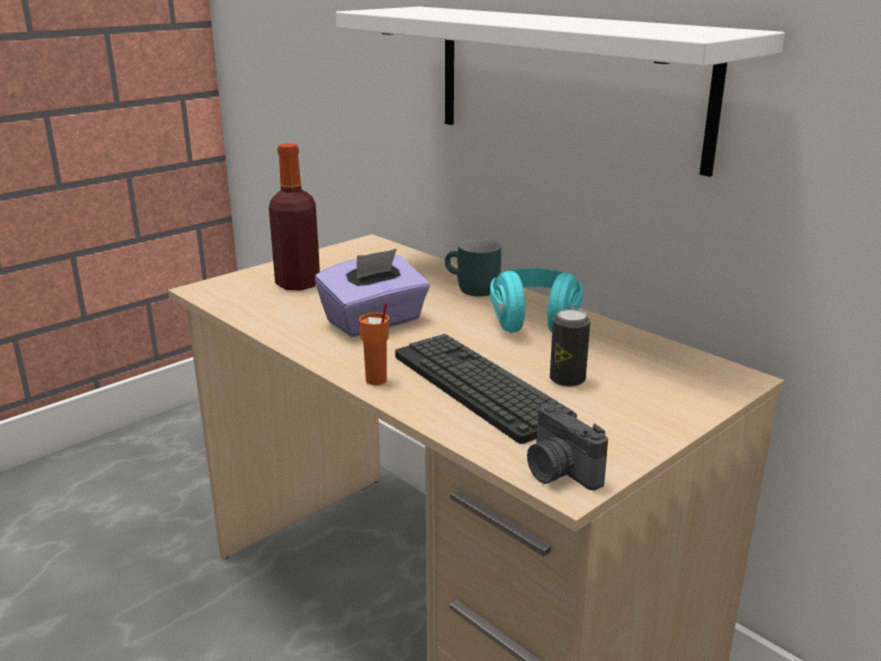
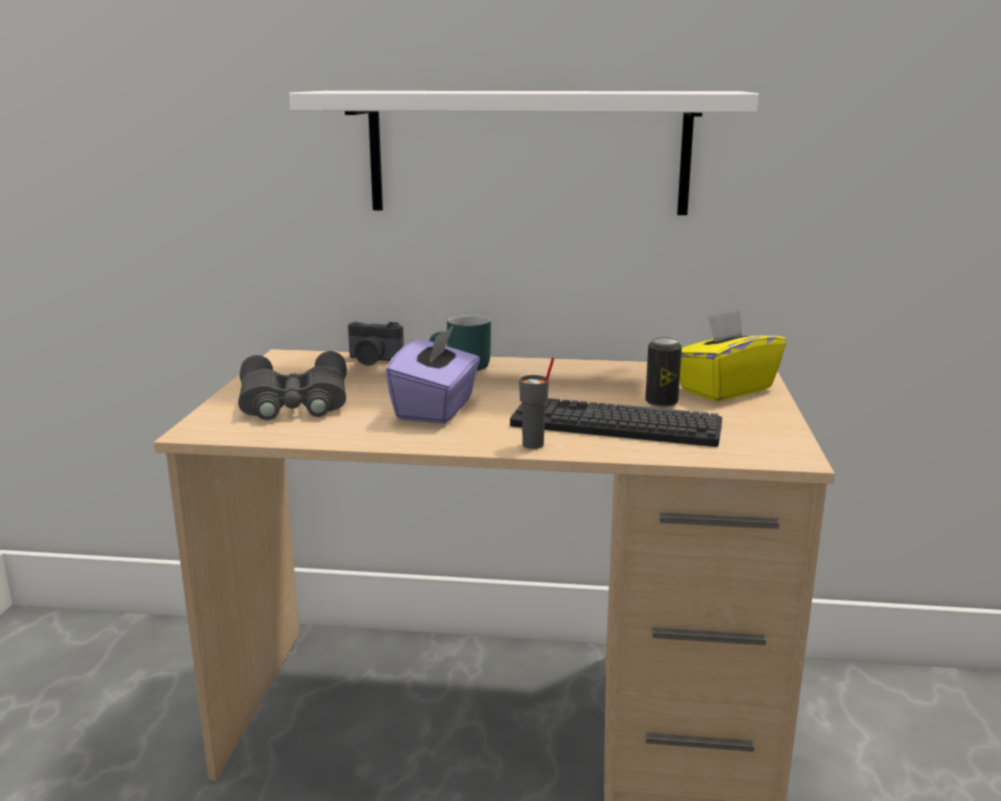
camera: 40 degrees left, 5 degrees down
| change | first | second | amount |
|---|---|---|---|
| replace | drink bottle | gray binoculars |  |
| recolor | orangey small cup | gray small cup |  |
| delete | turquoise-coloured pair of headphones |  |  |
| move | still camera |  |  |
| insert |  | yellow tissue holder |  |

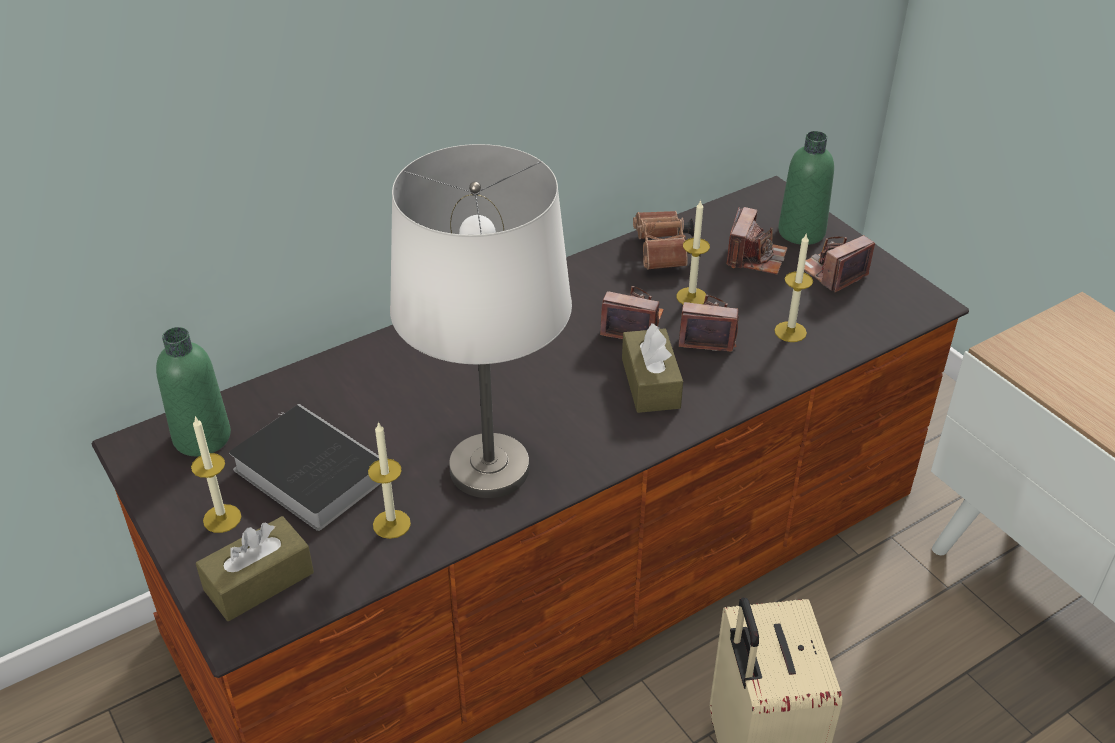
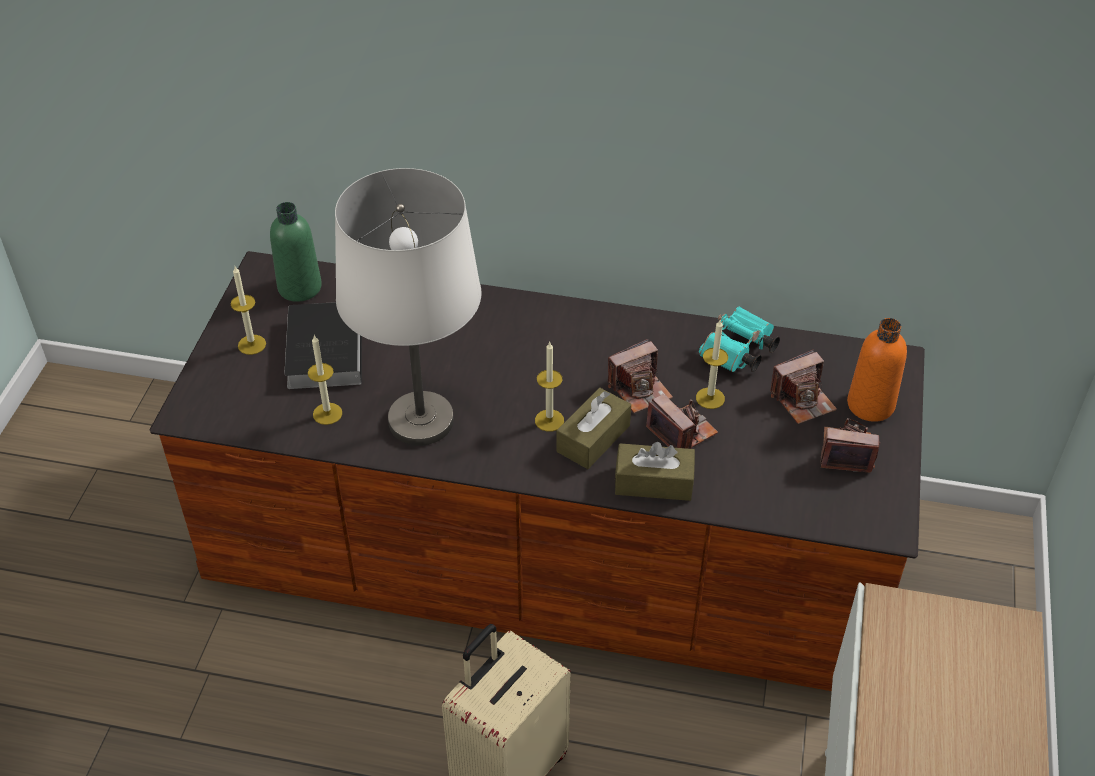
camera: 45 degrees right, 5 degrees up
| change | first | second | amount |
|---|---|---|---|
| move | brown-coloured tissue holder (1st from left in the first image) | brown-coloured tissue holder (2nd from left) |  |
| rotate | still camera (1st from left) |  | 90 degrees clockwise |
| recolor | brown-coloured binoculars | turquoise-coloured binoculars |  |
| move | wax light (4th from left in the first image) | wax light (3rd from left) |  |
| recolor | green drink bottle (2nd from left) | orangey drink bottle |  |

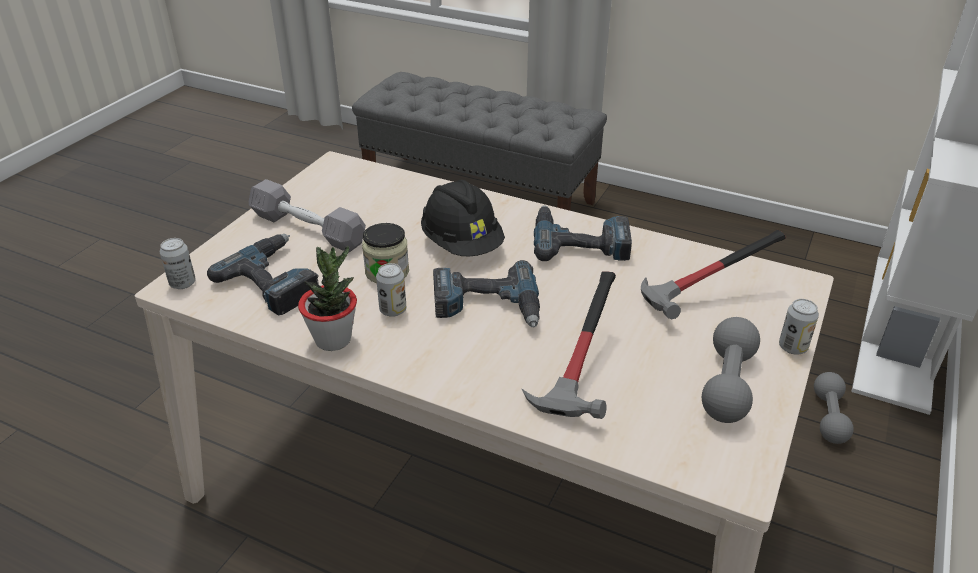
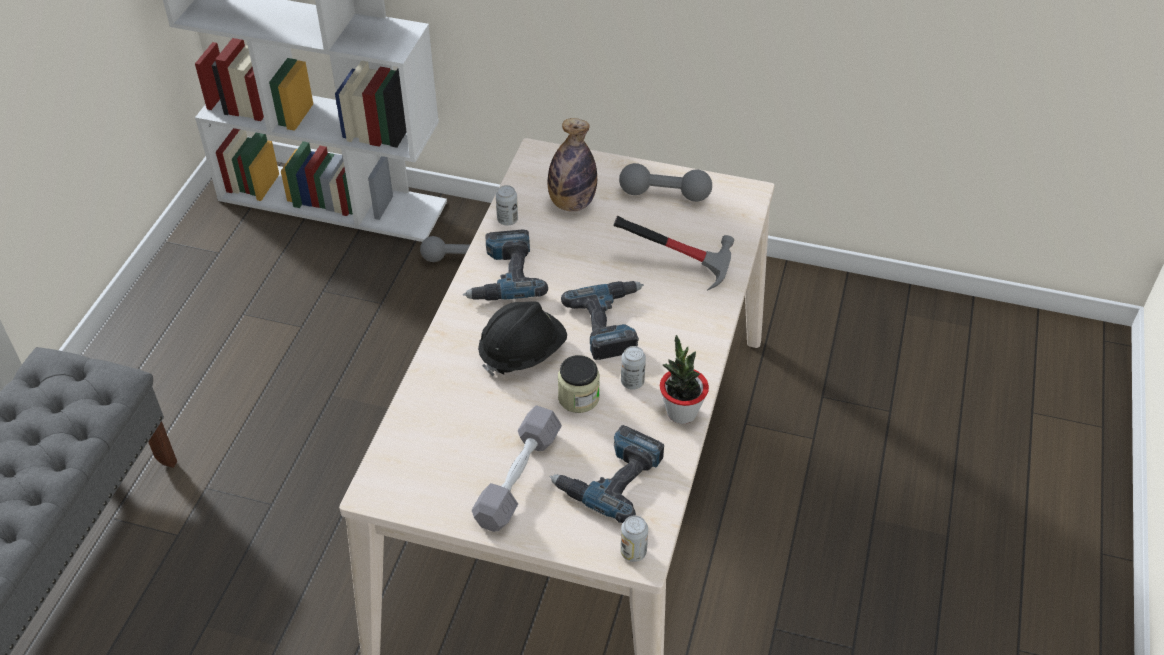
camera: 100 degrees left, 10 degrees up
| change | first | second | amount |
|---|---|---|---|
| replace | tool hammer (2nd from left) | drink bottle |  |
| move | metal can (3rd from left in the first image) | metal can (1st from left) |  |

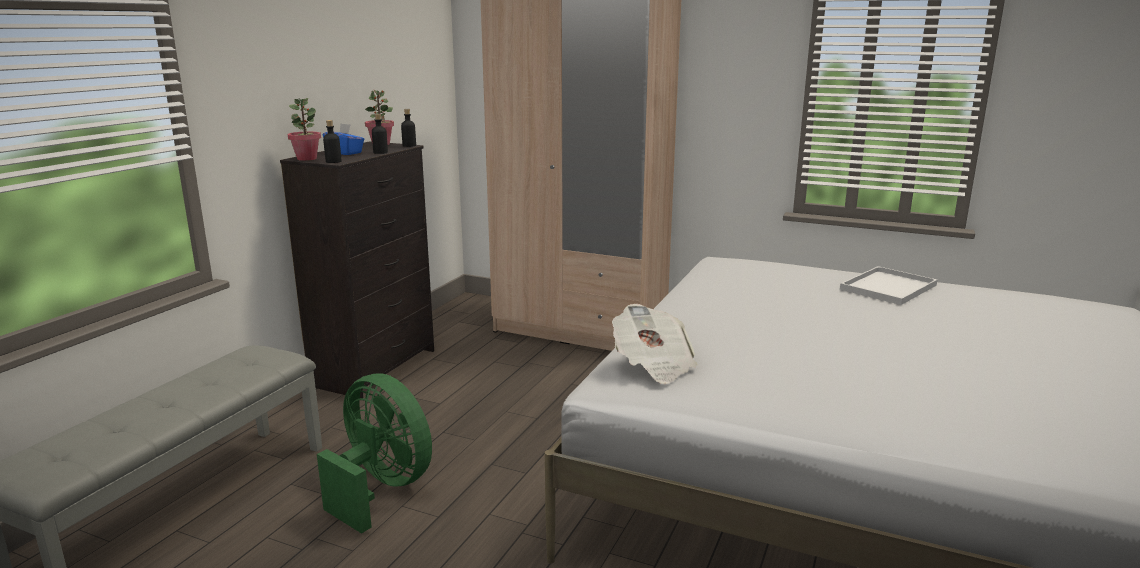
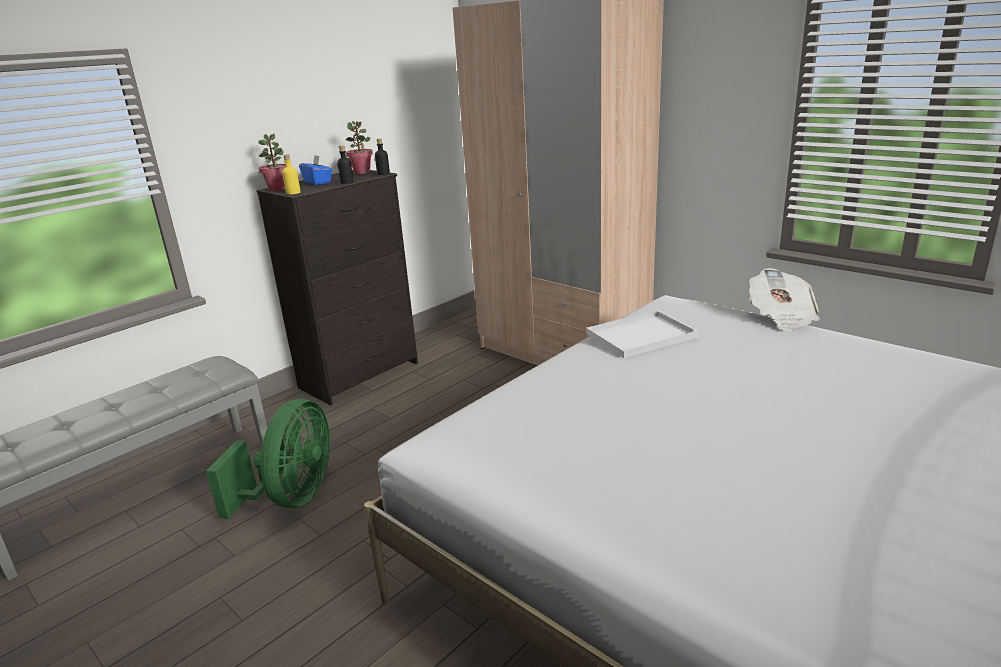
camera: 20 degrees right, 5 degrees up
| change | first | second | amount |
|---|---|---|---|
| rotate | green cooling fan |  | 45 degrees clockwise |
| recolor | black drink bottle (1st from left) | yellow drink bottle |  |
| move | printed paper |  |  |
| move | whitish carrying tray |  |  |

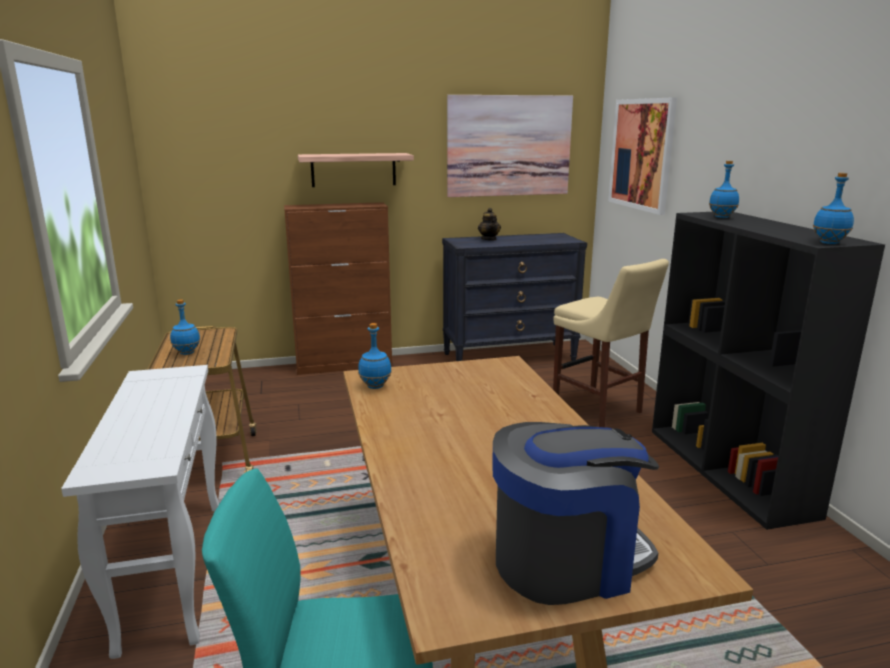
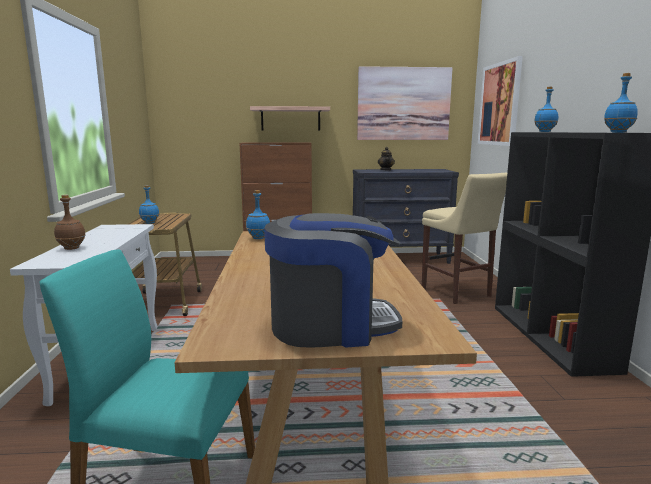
camera: 10 degrees right, 5 degrees down
| change | first | second | amount |
|---|---|---|---|
| insert |  | brown-coloured drink bottle |  |

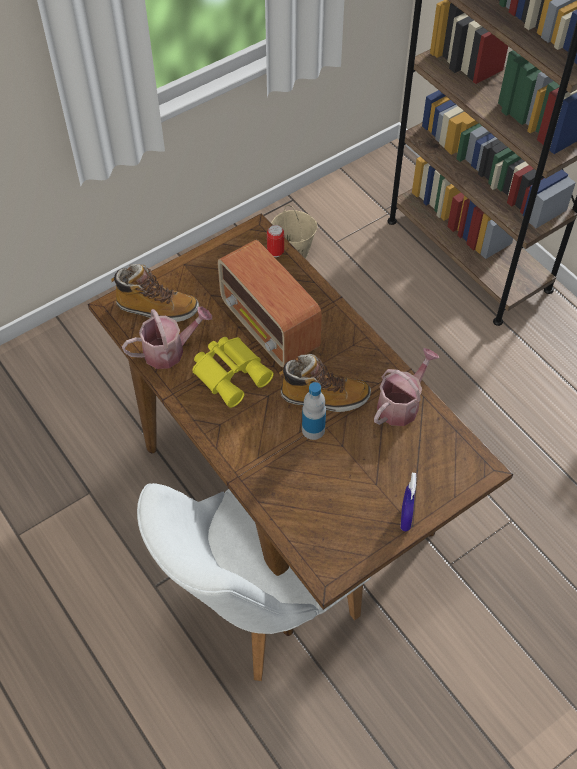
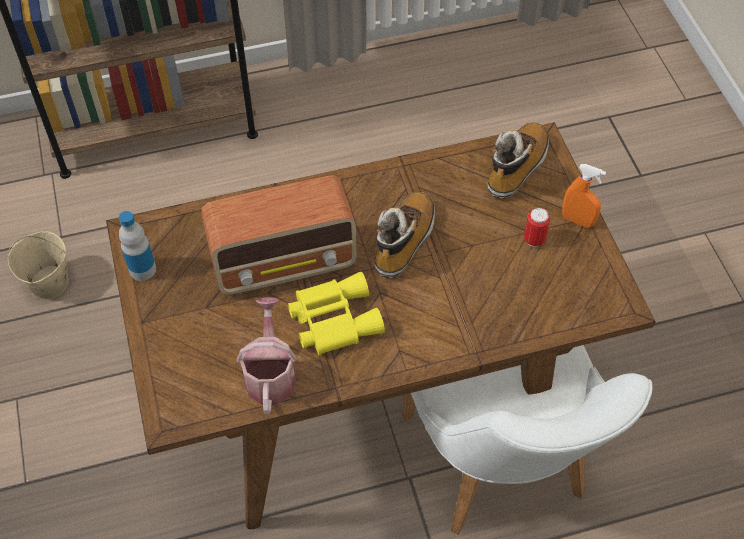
camera: 70 degrees left, 0 degrees up
| change | first | second | amount |
|---|---|---|---|
| move | high-top boot (1st from left in the first image) | high-top boot (2nd from left) |  |
| move | metal can |  |  |
| move | drink bottle |  |  |
| delete | sprinkling can (2nd from left) |  |  |
| recolor | bluish hand sprayer | orangey hand sprayer |  |

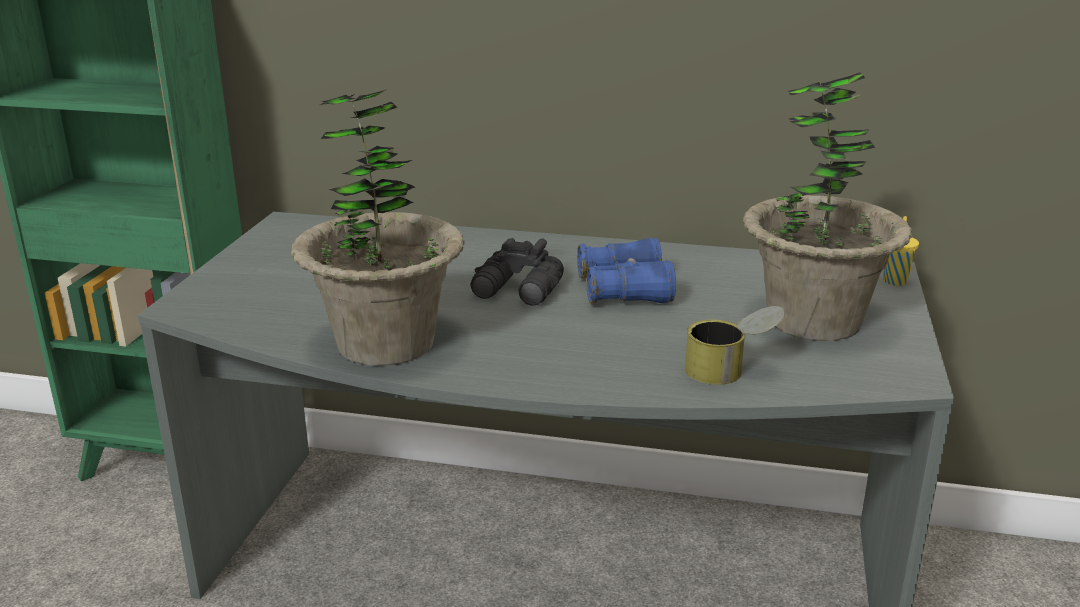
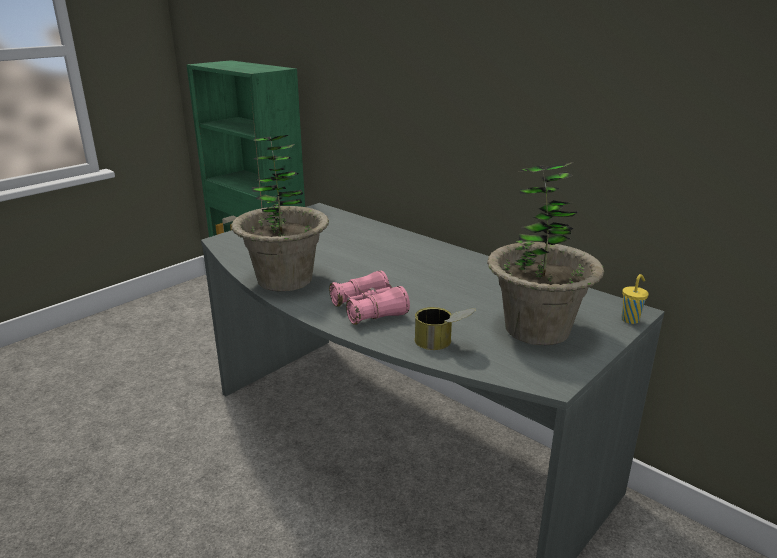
camera: 30 degrees right, 0 degrees up
| change | first | second | amount |
|---|---|---|---|
| delete | black binoculars |  |  |
| delete | bluish binoculars |  |  |
| insert |  | pink-coloured binoculars |  |

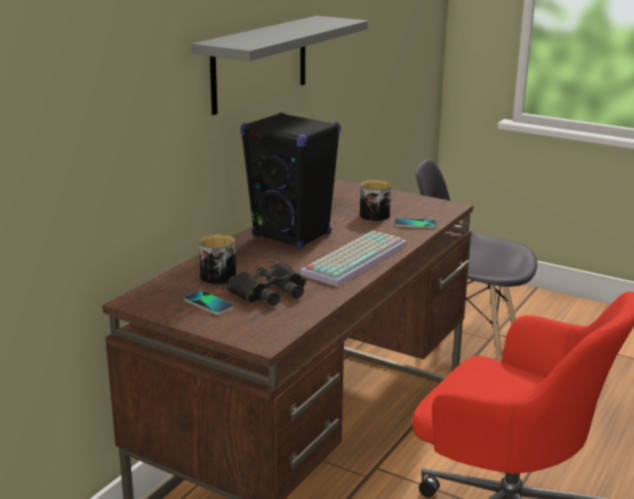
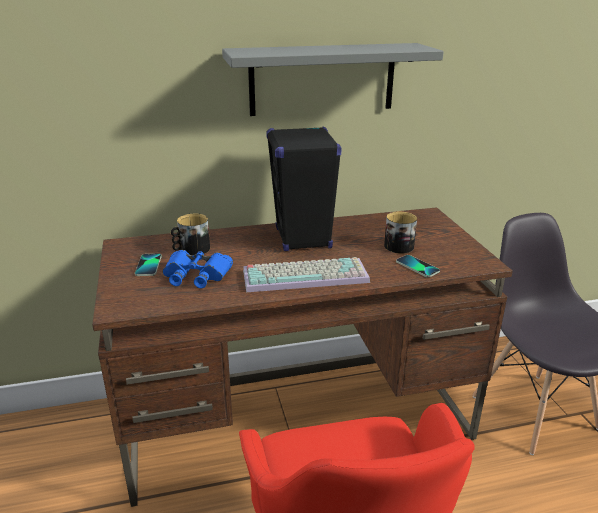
camera: 45 degrees right, 5 degrees up
| change | first | second | amount |
|---|---|---|---|
| recolor | black binoculars | bluish binoculars |  |

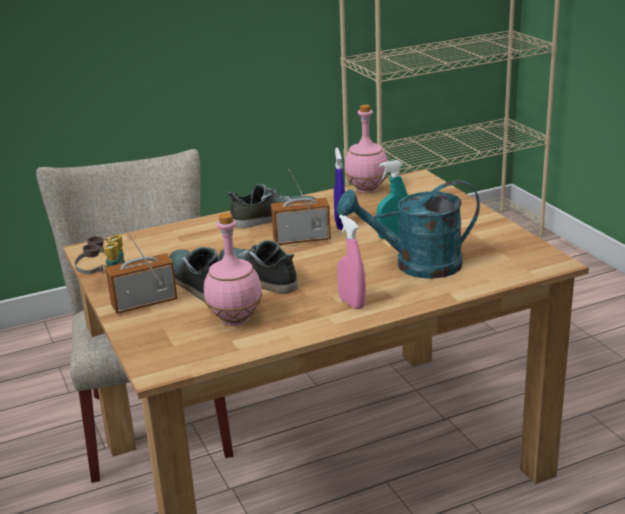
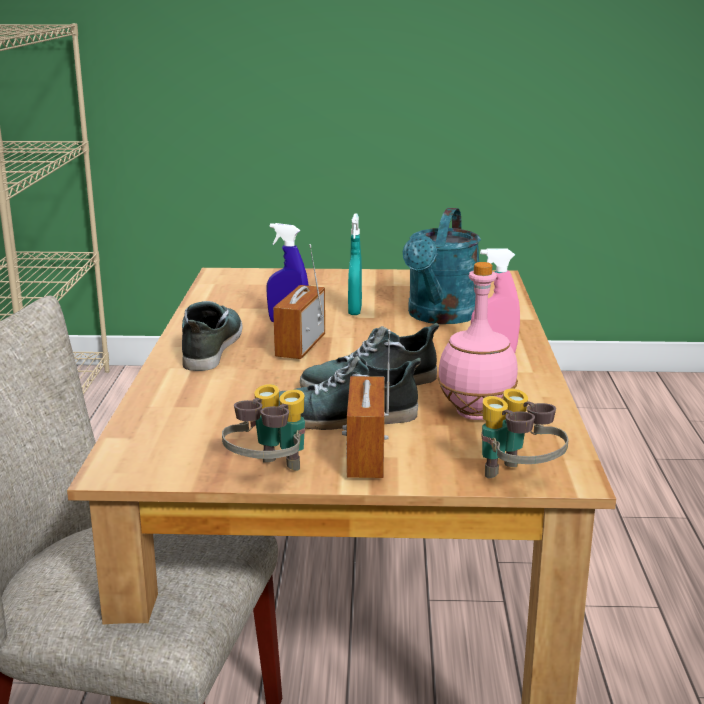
camera: 65 degrees left, 5 degrees down
| change | first | second | amount |
|---|---|---|---|
| delete | pink-coloured drink bottle (2nd from left) |  |  |
| insert |  | binoculars (2nd from left) |  |

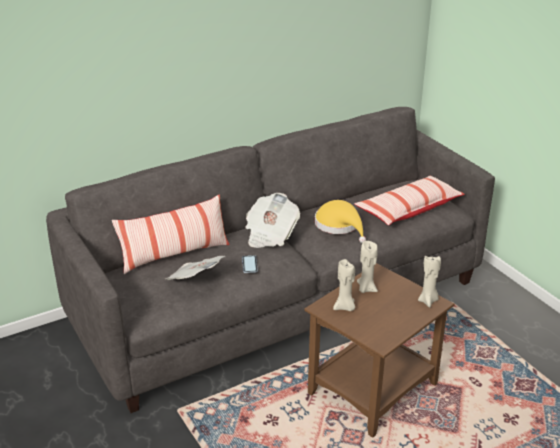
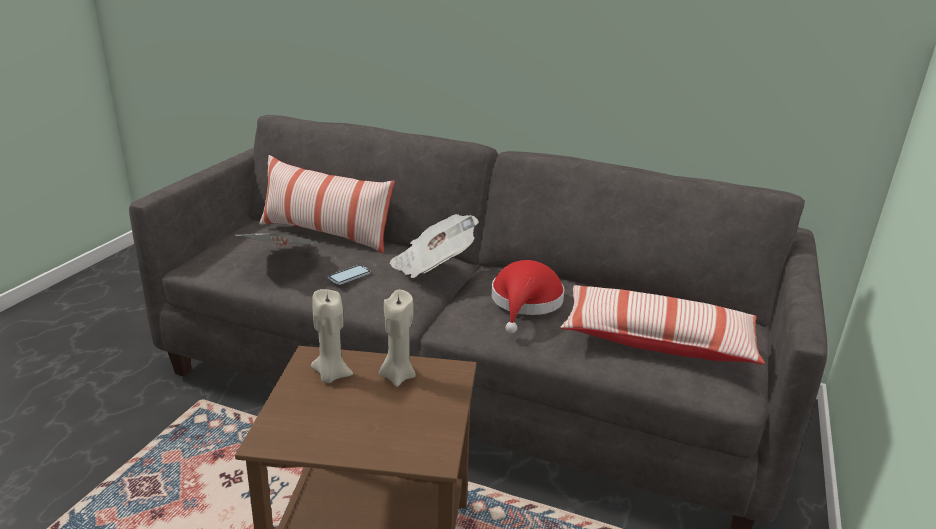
camera: 50 degrees right, 5 degrees down
| change | first | second | amount |
|---|---|---|---|
| recolor | yellow hat | red-coloured hat |  |
| delete | sand-coloured wax light (3rd from left) |  |  |

